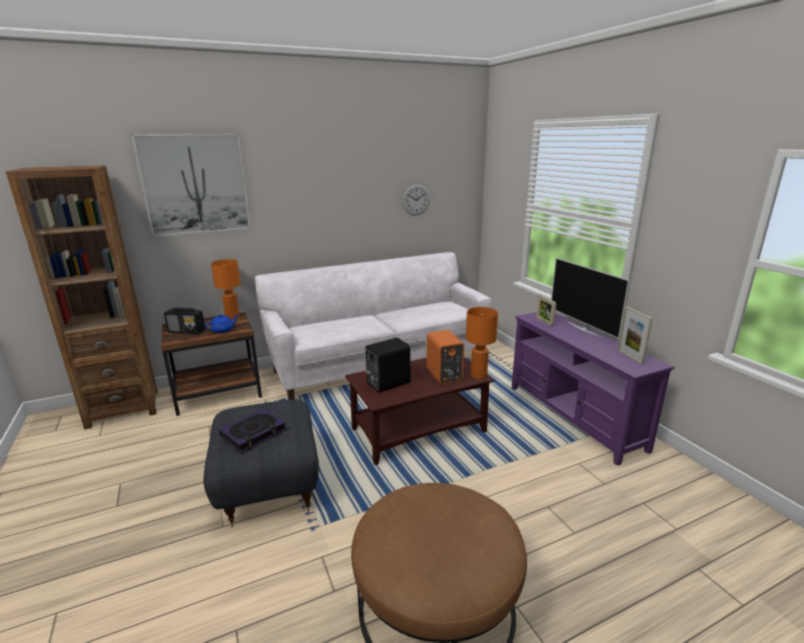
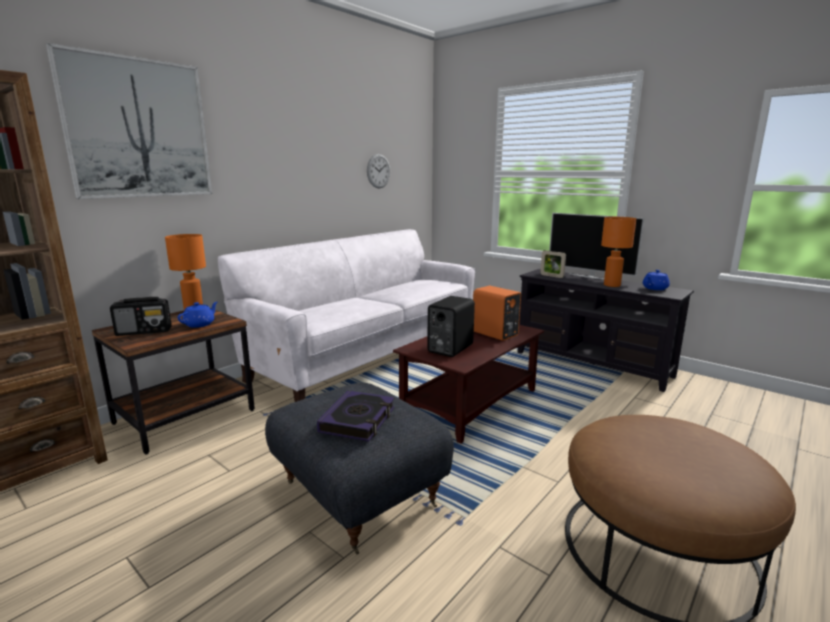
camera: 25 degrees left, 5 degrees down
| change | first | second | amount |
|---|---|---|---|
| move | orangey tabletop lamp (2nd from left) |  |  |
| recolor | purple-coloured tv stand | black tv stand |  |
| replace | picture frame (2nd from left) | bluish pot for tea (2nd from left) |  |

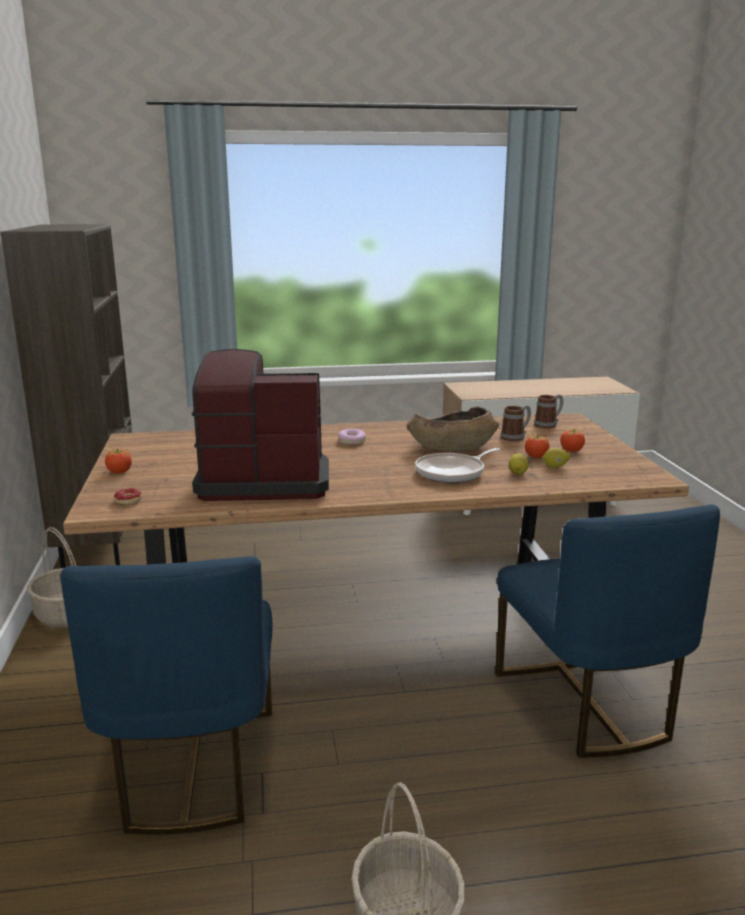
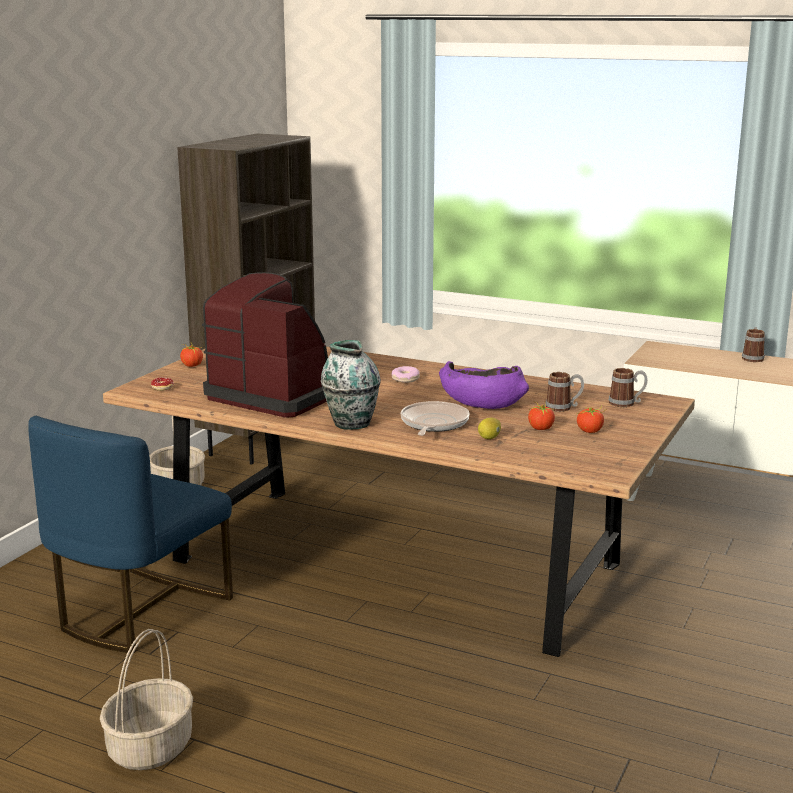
camera: 35 degrees right, 0 degrees up
| change | first | second | amount |
|---|---|---|---|
| recolor | brown-coloured deep dish | purple-coloured deep dish |  |
| rotate | frying pan |  | 105 degrees clockwise |
| delete | bluish chair (2nd from left) |  |  |
| delete | citrus fruit (2nd from left) |  |  |
| insert |  | vase |  |
| insert |  | tea mug (3rd from left) |  |

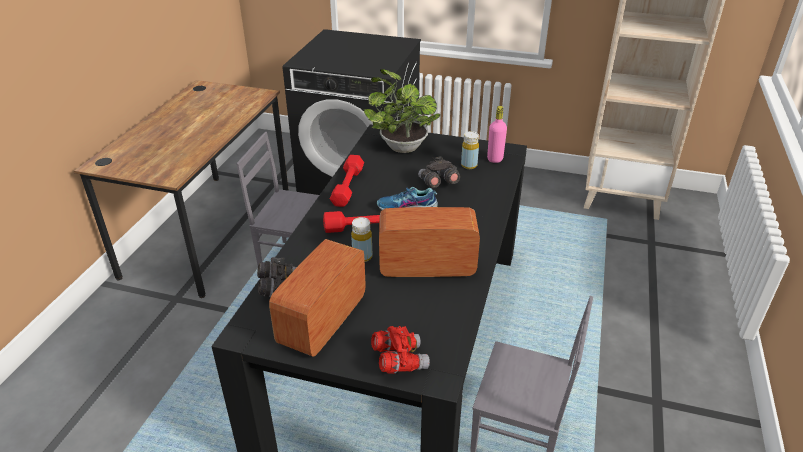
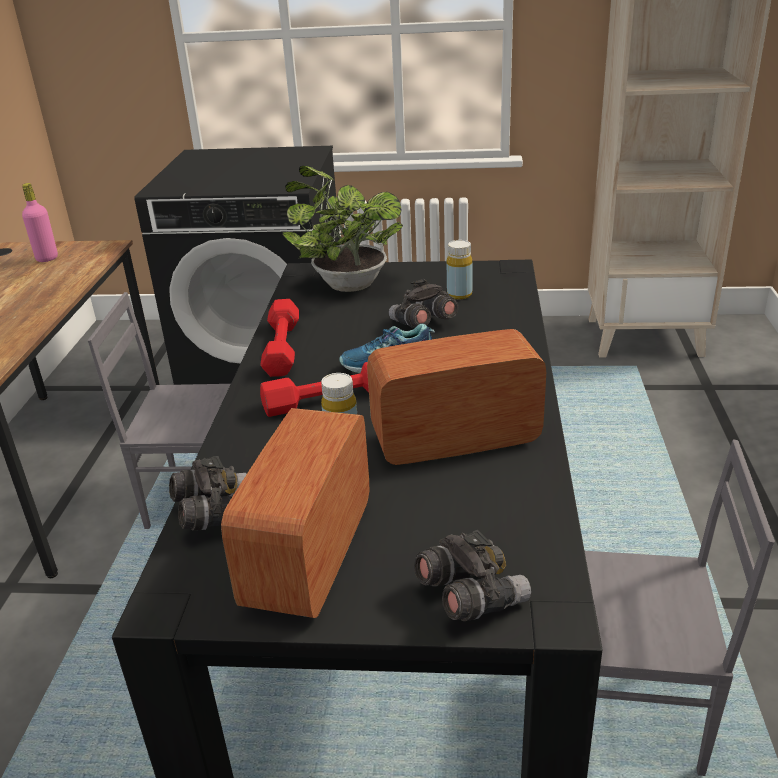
camera: 10 degrees left, 5 degrees down
| change | first | second | amount |
|---|---|---|---|
| recolor | red-coloured binoculars | gray binoculars (3rd from left) |  |
| move | pink-coloured drink bottle |  |  |

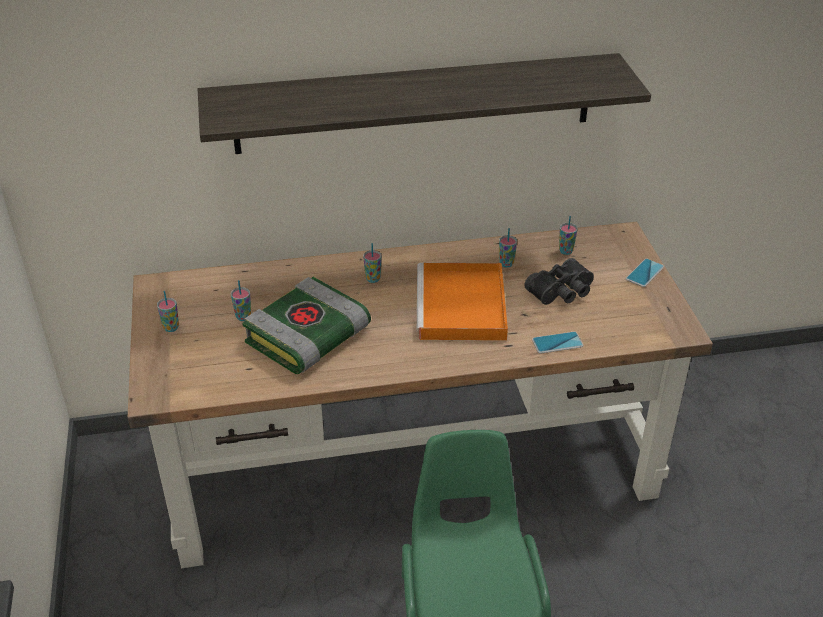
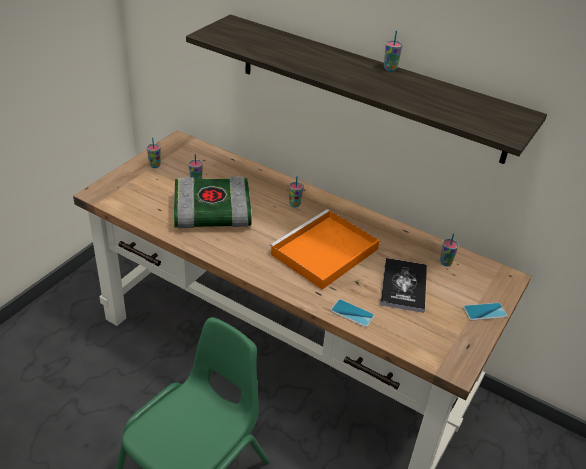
camera: 40 degrees right, 0 degrees up
| change | first | second | amount |
|---|---|---|---|
| move | small cup (4th from left) |  |  |
| replace | black binoculars | book (2nd from left) |  |

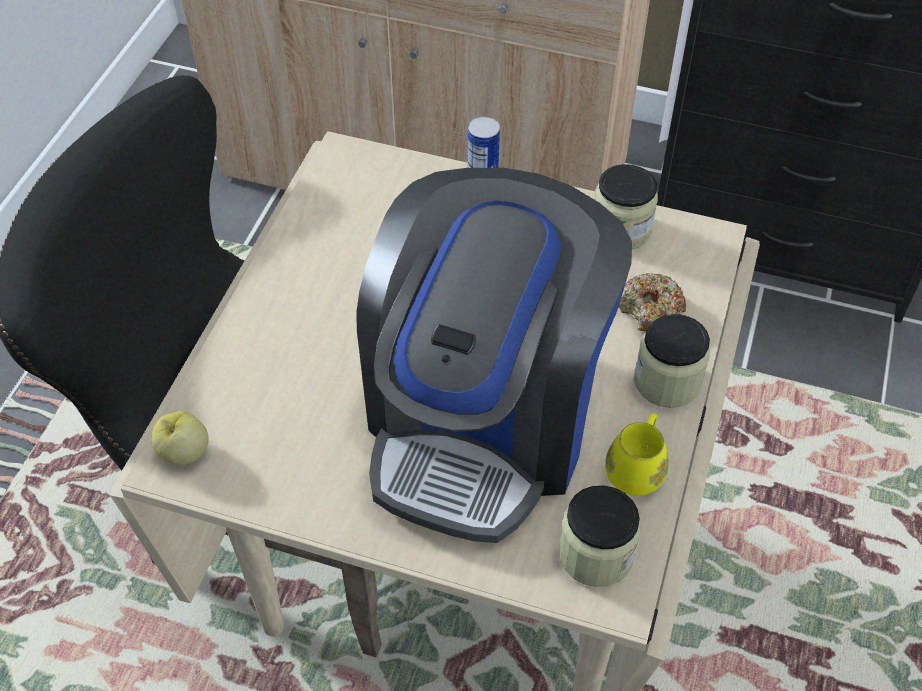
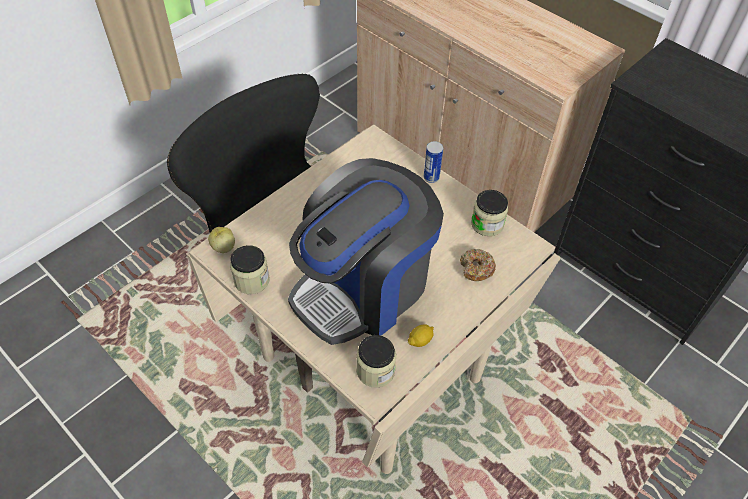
camera: 25 degrees right, 0 degrees up
| change | first | second | amount |
|---|---|---|---|
| replace | yellow tea mug | citrus fruit |  |
| move | jar (3rd from left in the first image) | jar (1st from left) |  |

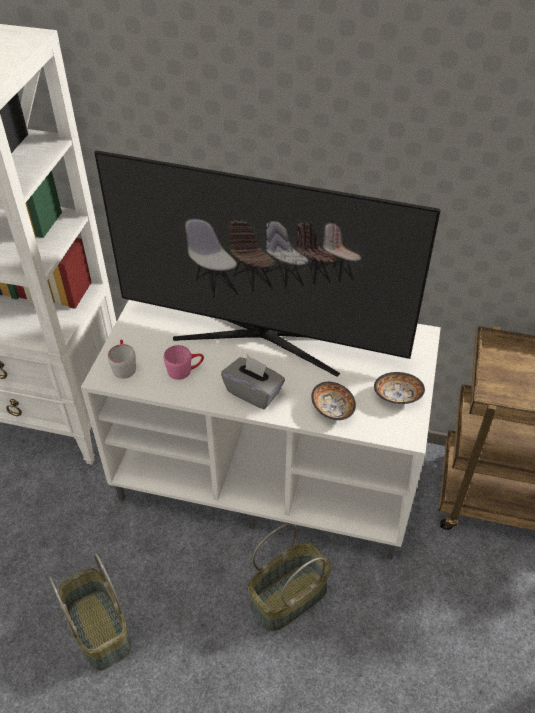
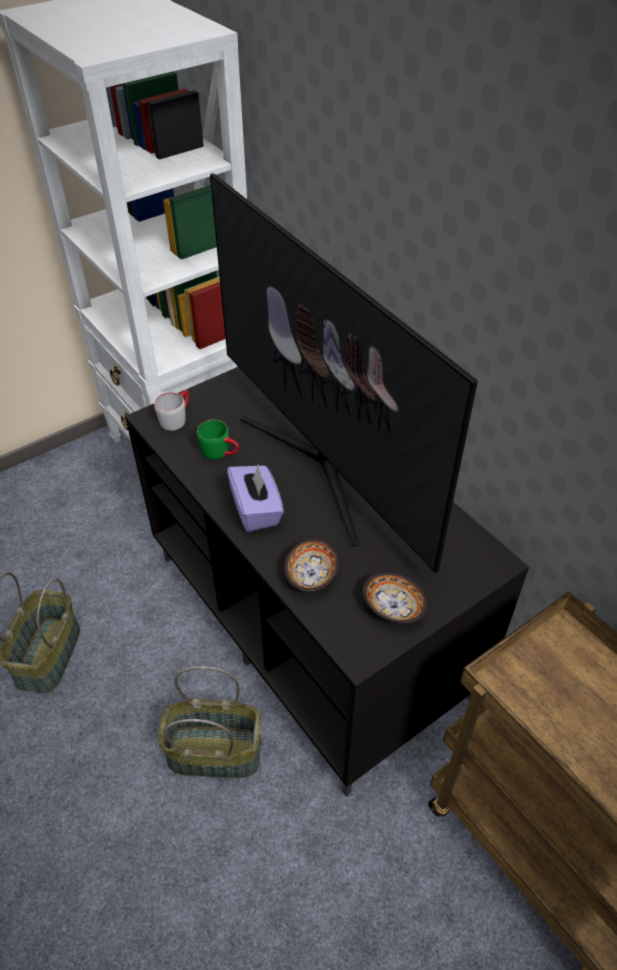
camera: 40 degrees right, 0 degrees up
| change | first | second | amount |
|---|---|---|---|
| recolor | whitish tv stand | black tv stand |  |
| recolor | pink-coloured tea mug | green tea mug |  |
| recolor | gray tissue holder | purple-coloured tissue holder |  |

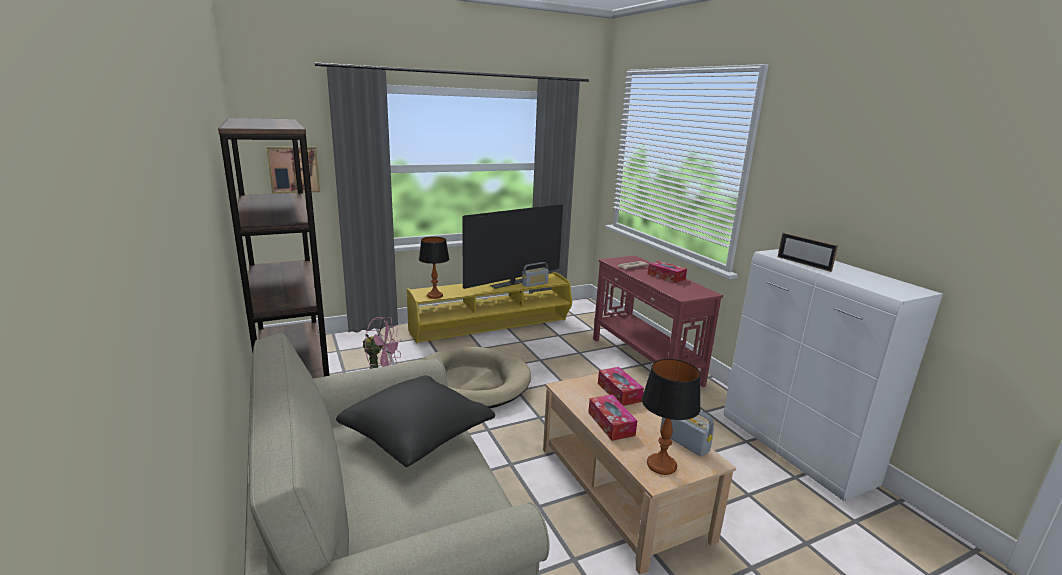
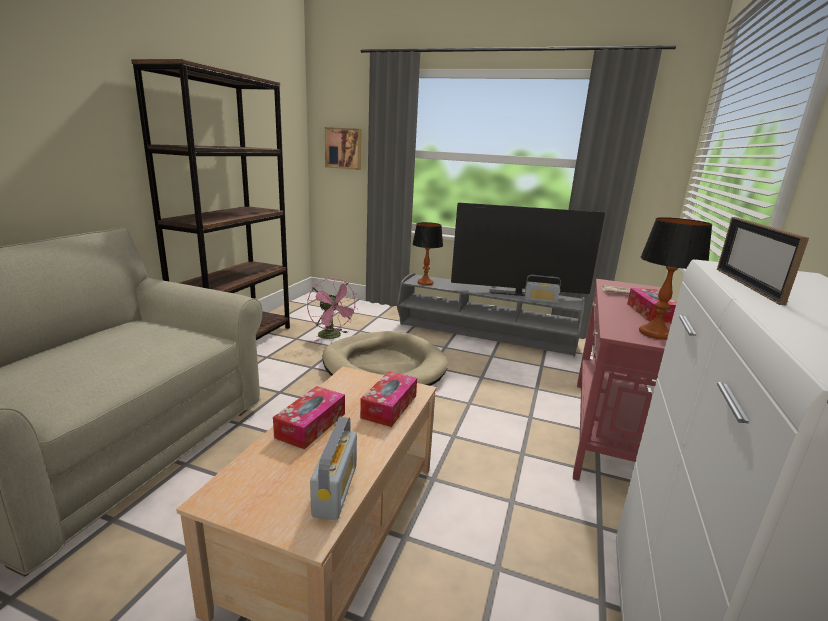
camera: 45 degrees right, 0 degrees up
| change | first | second | amount |
|---|---|---|---|
| delete | black pillow |  |  |
| recolor | yellow tv stand | gray tv stand |  |
| move | tabletop lamp (2nd from left) |  |  |

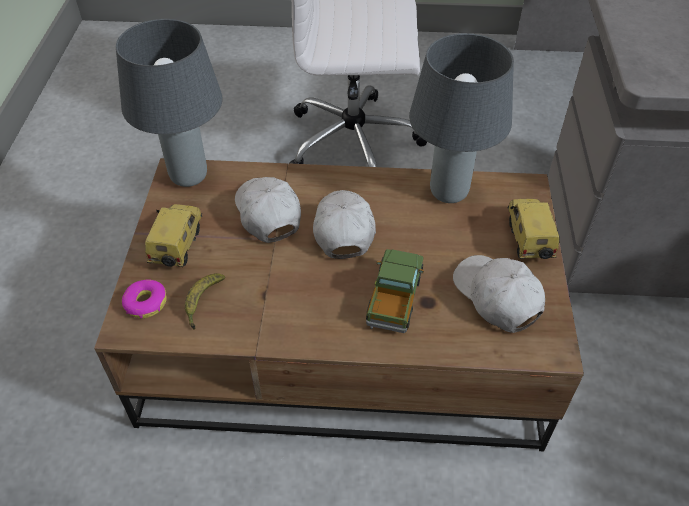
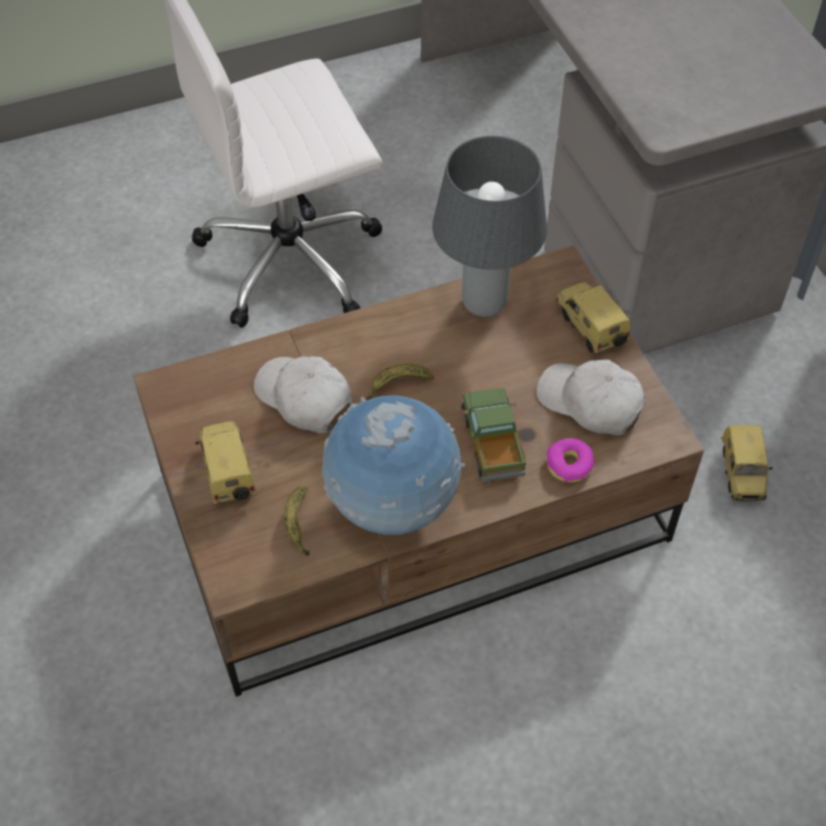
camera: 25 degrees left, 5 degrees up
| change | first | second | amount |
|---|---|---|---|
| delete | gray tabletop lamp (1st from left) |  |  |
| move | ring doughnut |  |  |
| replace | whitish cap (2nd from left) | whole banana (2nd from left) |  |
| insert |  | world globe |  |
| insert |  | toy car (3rd from left) |  |

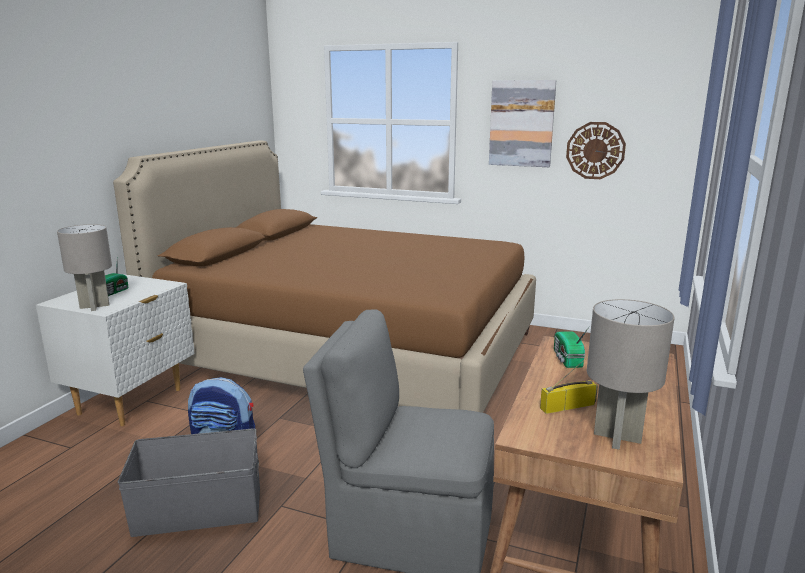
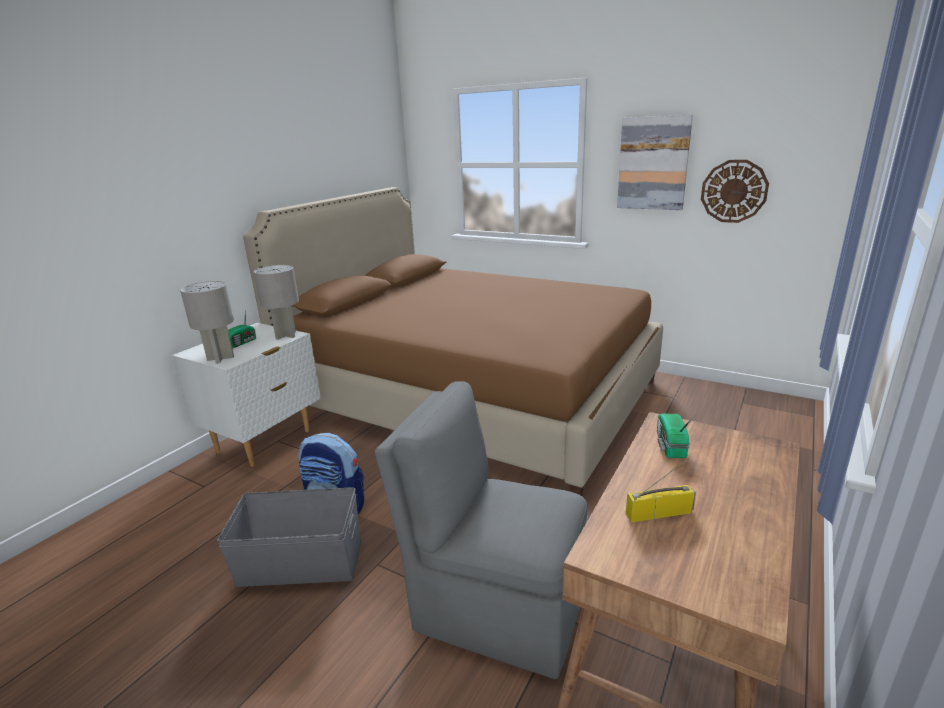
camera: 10 degrees right, 5 degrees up
| change | first | second | amount |
|---|---|---|---|
| move | gray tabletop lamp (2nd from left) |  |  |

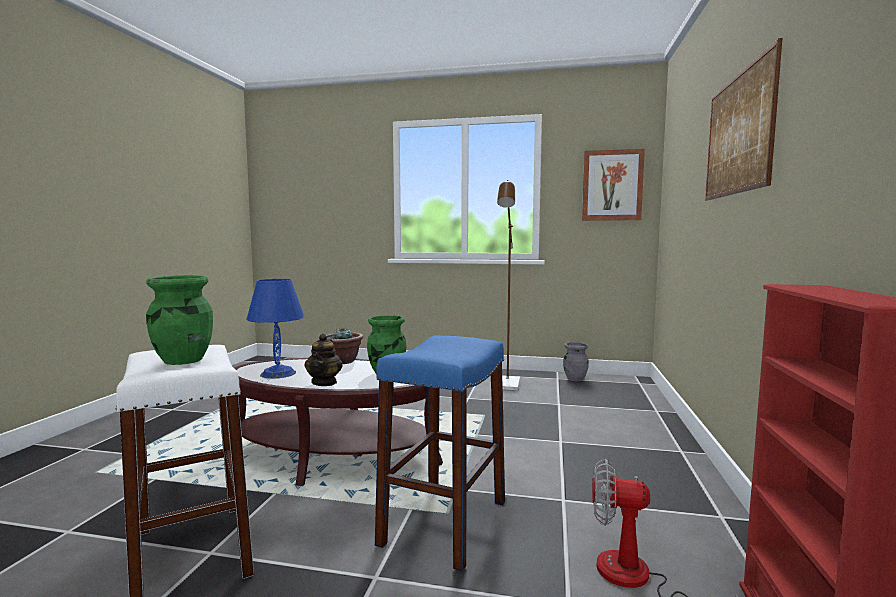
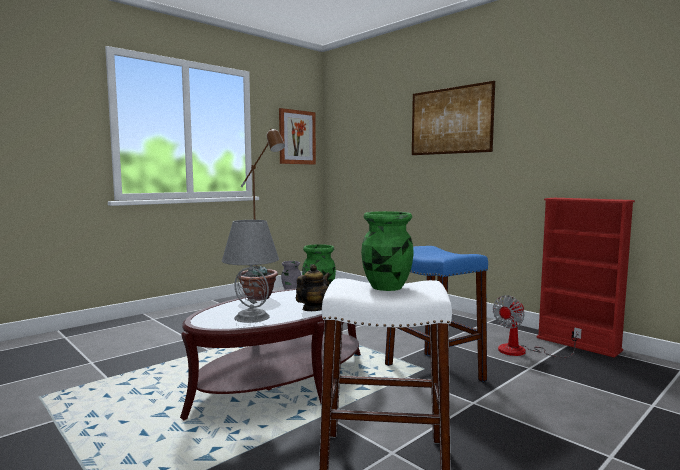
camera: 55 degrees left, 0 degrees up
| change | first | second | amount |
|---|---|---|---|
| recolor | bluish tabletop lamp | gray tabletop lamp |  |
| rotate | pot for tea |  | 90 degrees counterclockwise |

